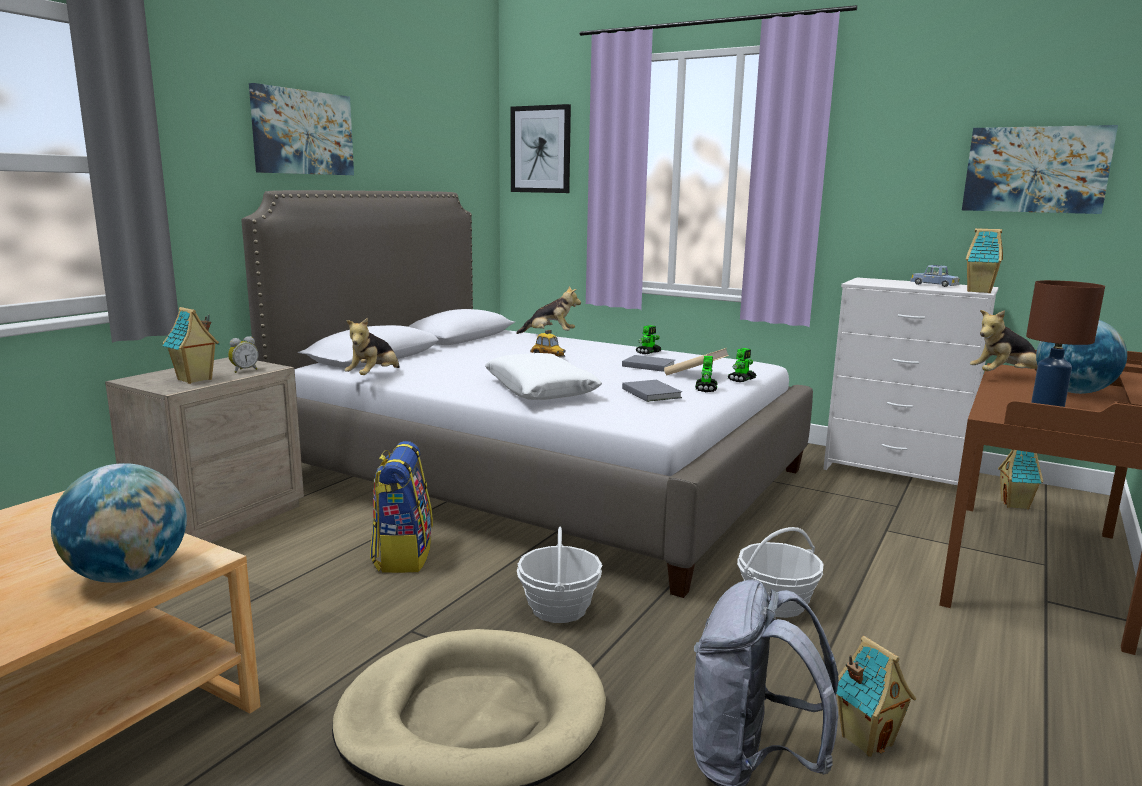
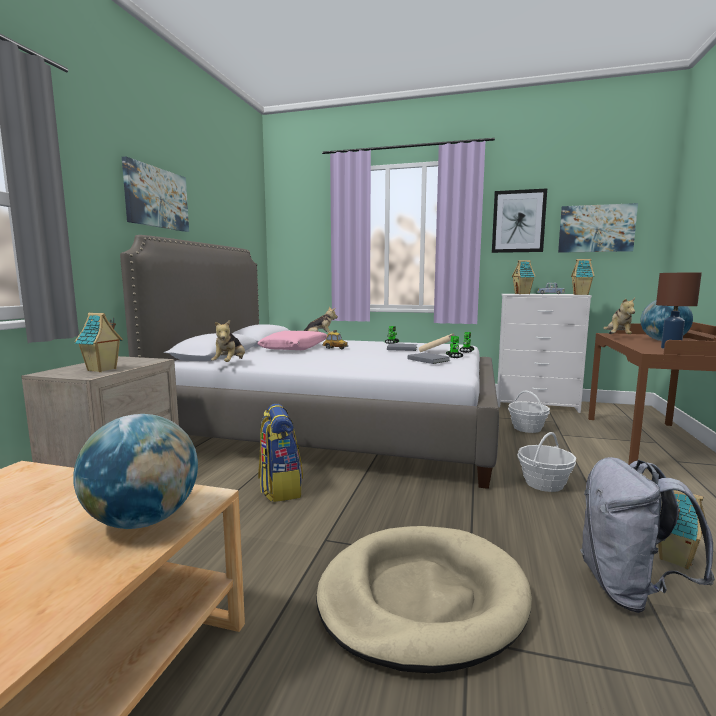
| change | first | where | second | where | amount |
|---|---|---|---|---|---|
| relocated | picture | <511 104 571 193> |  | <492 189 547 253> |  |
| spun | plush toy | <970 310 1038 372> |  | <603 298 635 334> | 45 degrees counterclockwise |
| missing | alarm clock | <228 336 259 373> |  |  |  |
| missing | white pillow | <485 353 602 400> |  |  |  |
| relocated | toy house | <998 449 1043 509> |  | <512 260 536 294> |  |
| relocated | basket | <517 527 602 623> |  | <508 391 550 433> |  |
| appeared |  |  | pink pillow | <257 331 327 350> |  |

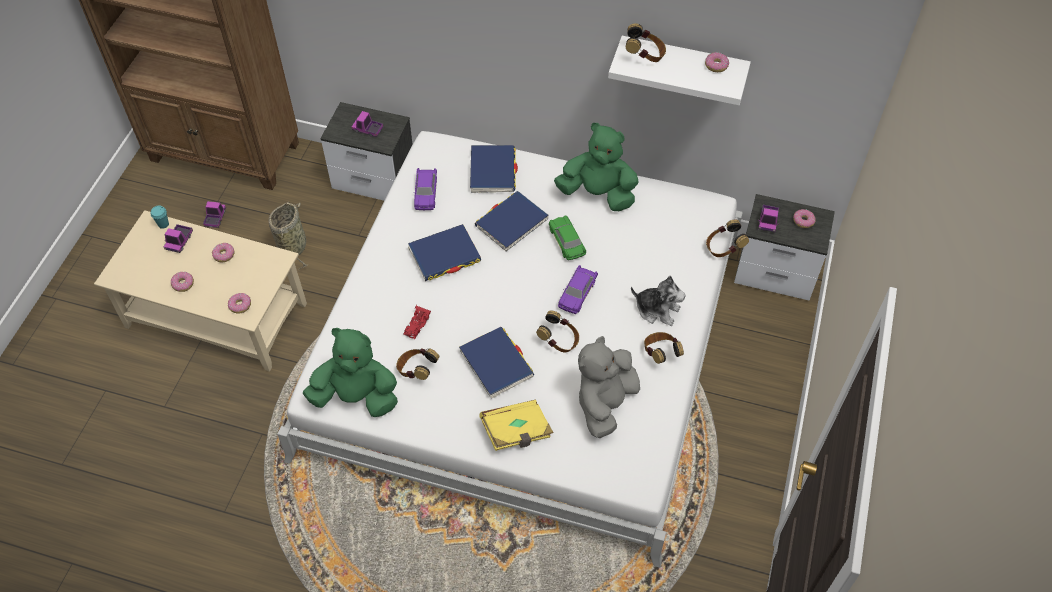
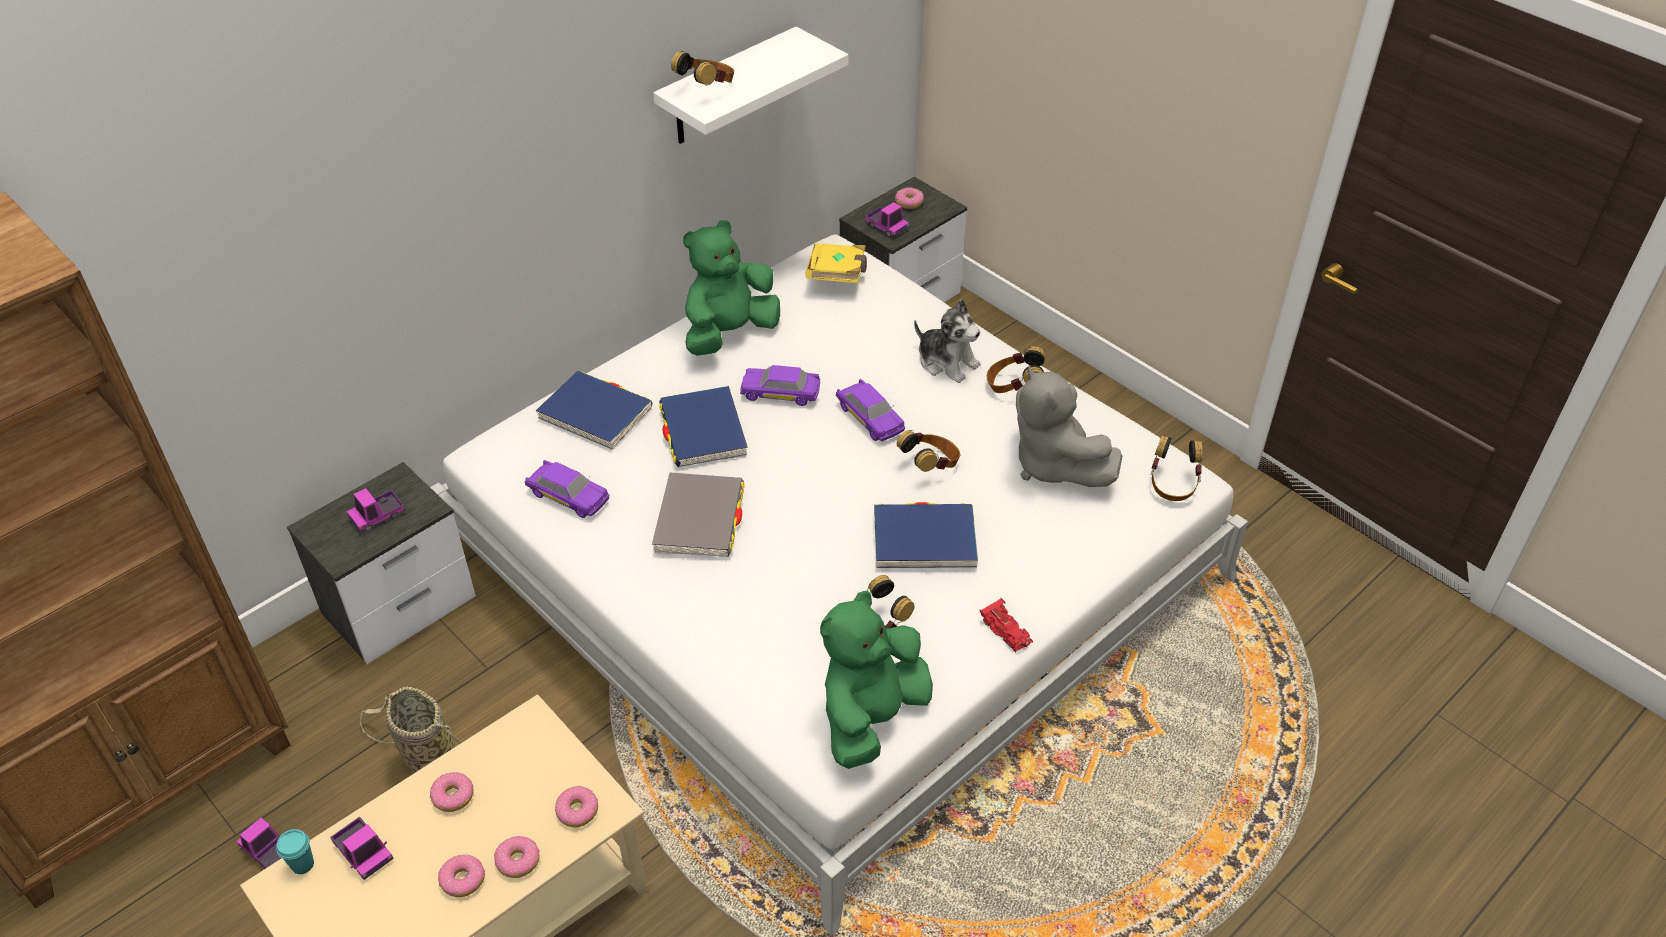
| change | first | where | second | where | amount |
|---|---|---|---|---|---|
| relocated | donut | <705 52 729 72> |  | <494 836 539 878> |  |
| colour | green toy car | <549 215 586 260> | purple toy car | <740 365 820 406> |  |
| relocated | headphones | <706 219 749 257> |  | <1151 435 1203 501> |  |
| colour | blue book | <408 224 481 281> | grey book | <652 473 745 557> |  |
| spun | plush toy | <631 276 686 326> |  | <914 299 981 383> | 75 degrees clockwise |
| relocated | red toy car | <403 305 431 339> |  | <980 598 1033 653> |  |
| relocated | yellow book | <479 400 554 451> |  | <805 243 867 283> |  |

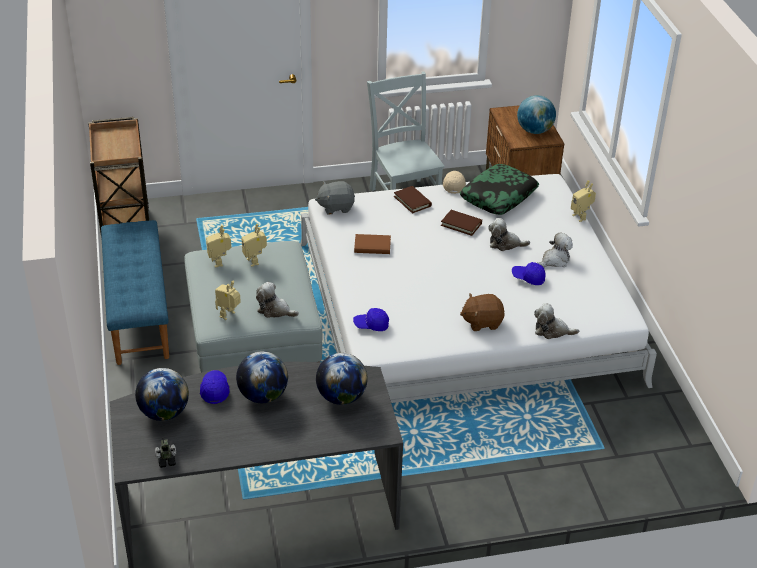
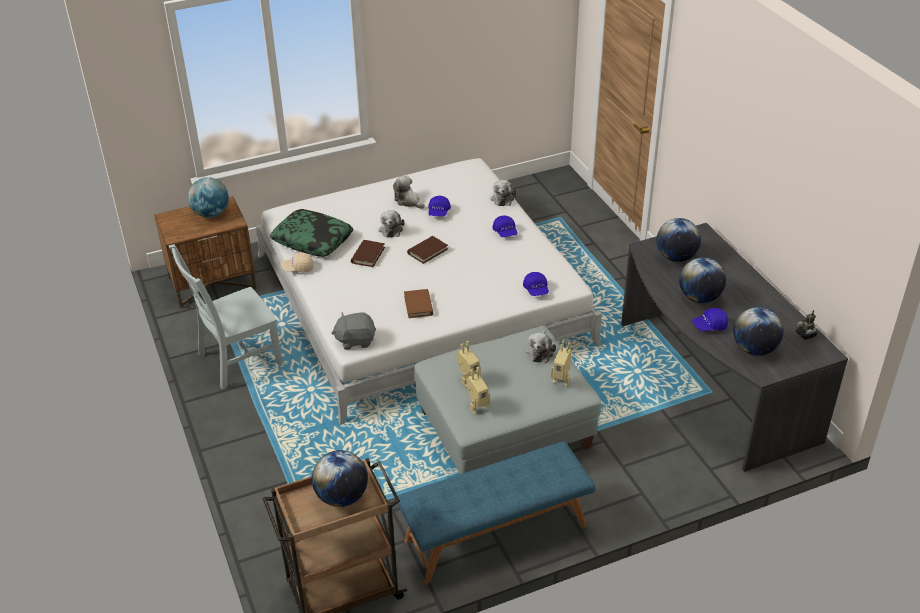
| change | first | where | second | where | amount |
|---|---|---|---|---|---|
| missing | toy robot | <571 180 596 222> |  |  |  |
| spun | grey plush toy | <315 181 355 215> |  | <331 313 376 350> | 105 degrees clockwise |
| relocated | brown book | <394 186 432 214> |  | <407 236 448 264> |  |
| exchanged | brown plush toy | <460 293 504 331> | blue cap | <493 216 518 237> |  |
| appeared |  |  | globe | <312 450 368 507> |  |

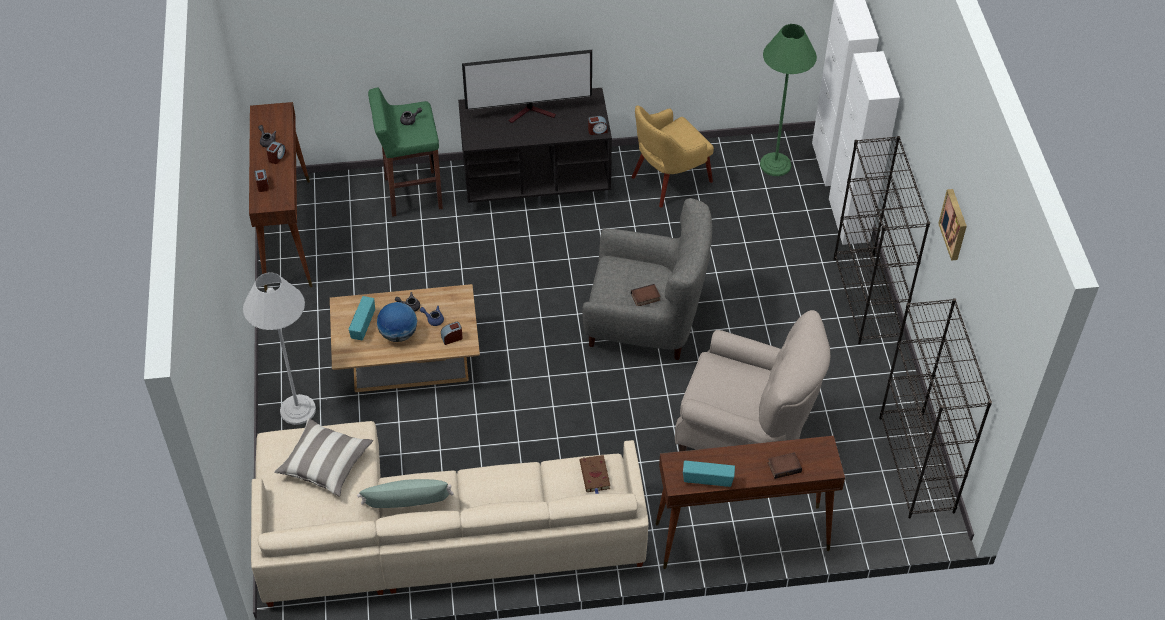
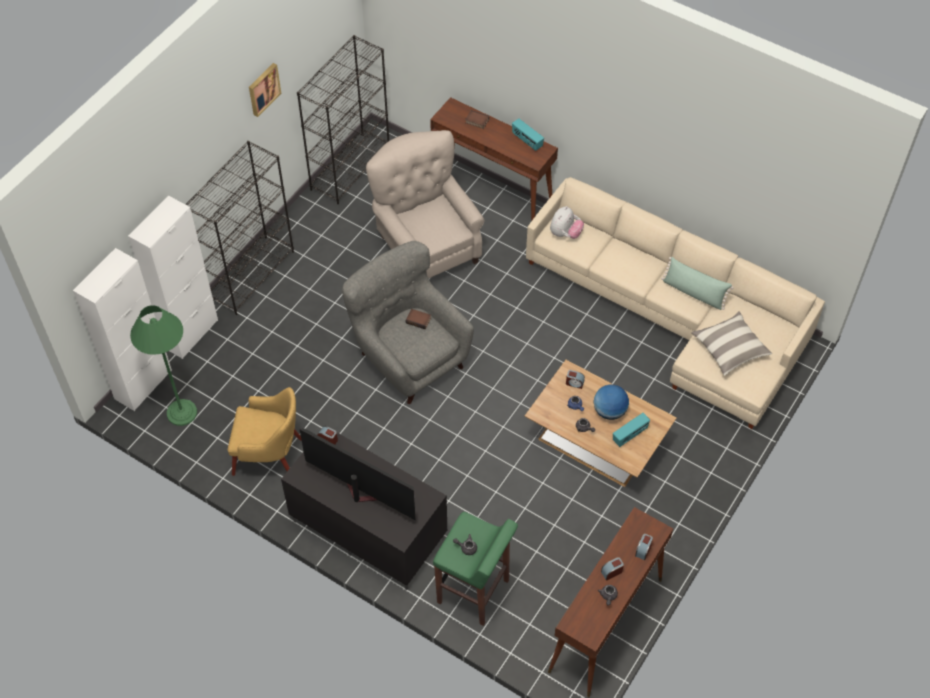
| change | first | where | second | where | amount |
|---|---|---|---|---|---|
| missing | white floor lamp | <243 272 316 425> |  |  |  |
| exchanged | brown book | <580 455 610 494> | plush toy | <550 206 584 239> |  |

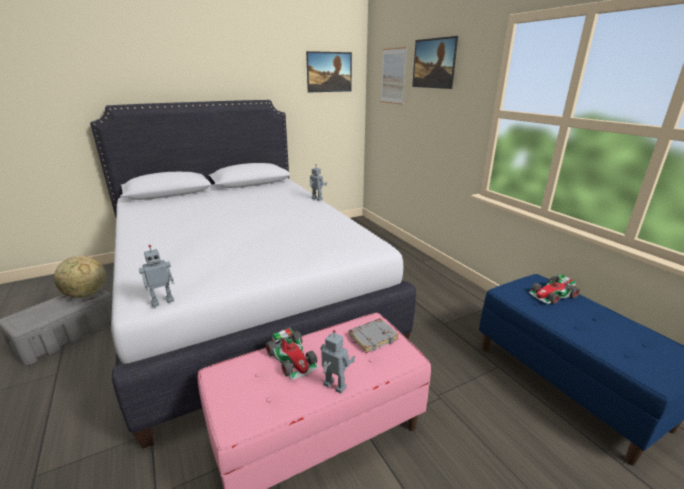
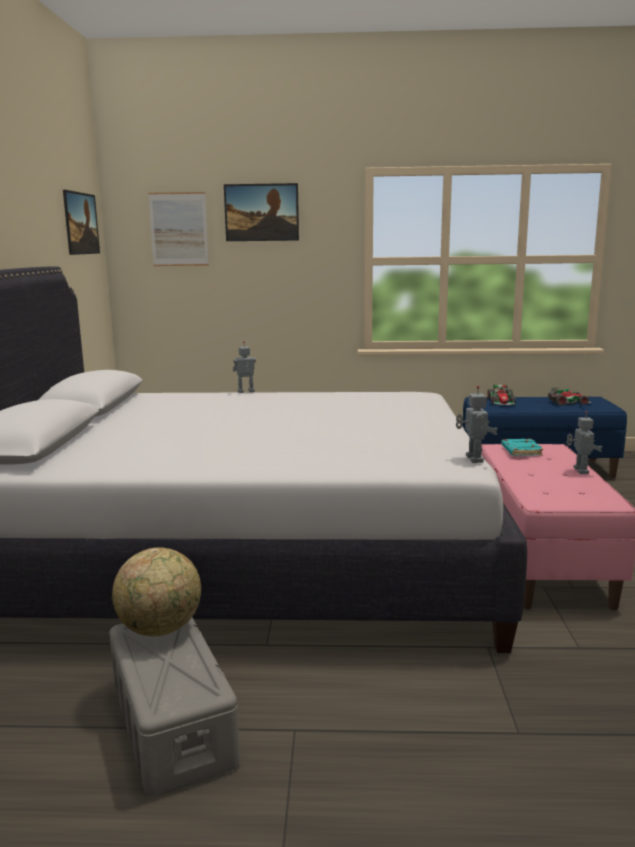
| change | first | where | second | where | amount |
|---|---|---|---|---|---|
| colour | grey book | <349 318 399 353> | turquoise book | <501 439 543 456> |  |
| relocated | toy car | <265 327 319 380> |  | <548 388 592 406> |  |
| spun | toy robot | <320 330 355 394> |  | <567 411 602 474> | 120 degrees clockwise |

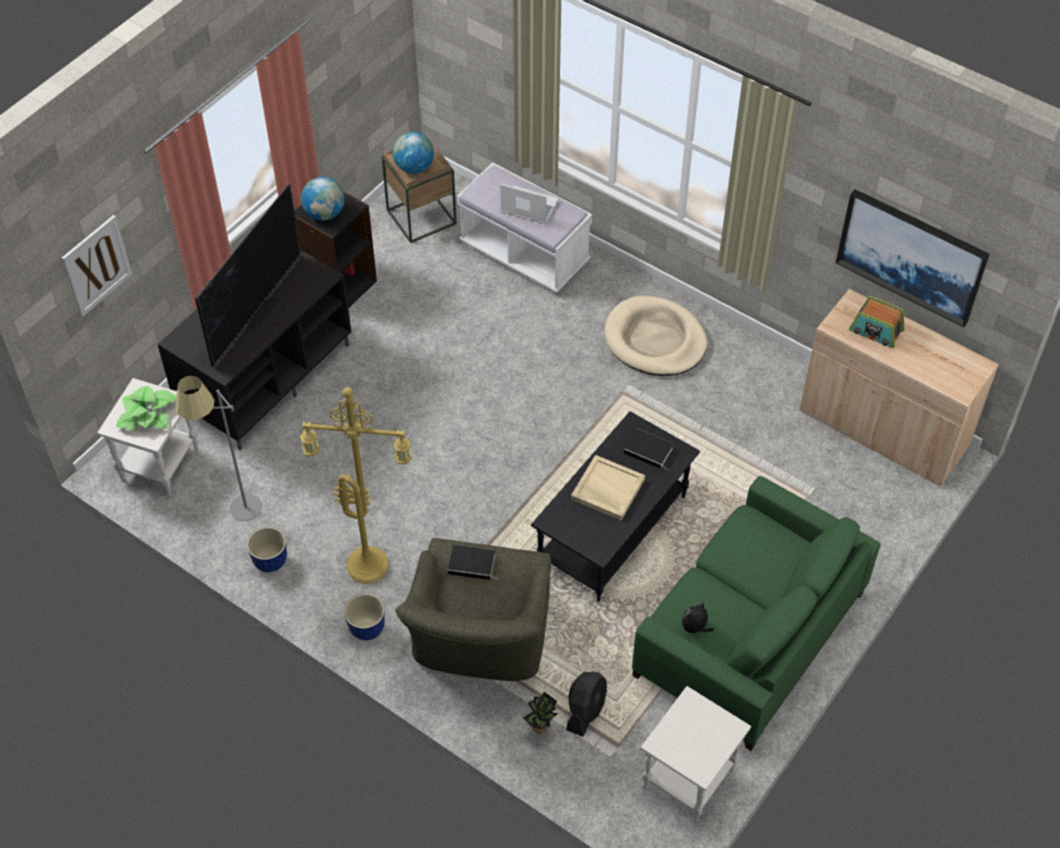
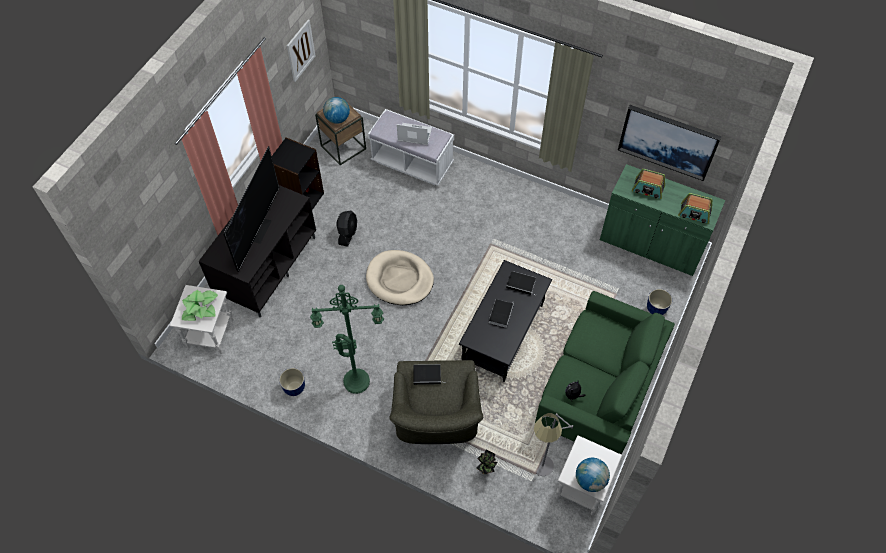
| change | first | where | second | where | amount |
|---|---|---|---|---|---|
| relocated | globe | <301 177 345 221> |  | <576 458 610 492> |  |
| relocated | picture | <62 215 132 317> |  | <287 19 316 82> |  |
| colour | beige cabinet | <799 289 999 487> | green cabinet | <600 164 725 276> |  |
| relocated | beige dog bed | <604 296 707 376> |  | <366 250 434 305> |  |
| relocated | grey floor lamp | <175 376 262 521> |  | <534 413 573 476> |  |
| colour | yellow floor lamp | <300 387 412 584> | green floor lamp | <310 285 384 394> |  |
| exchanged | beige tray | <571 455 645 520> | book | <489 299 514 328> |  |
| relocated | planter | <344 594 385 640> |  | <647 289 672 315> |  |
| relocated | black fan | <566 672 607 737> |  | <336 210 357 247> |  |
| appeared |  |  | radio | <678 193 712 224> |  |

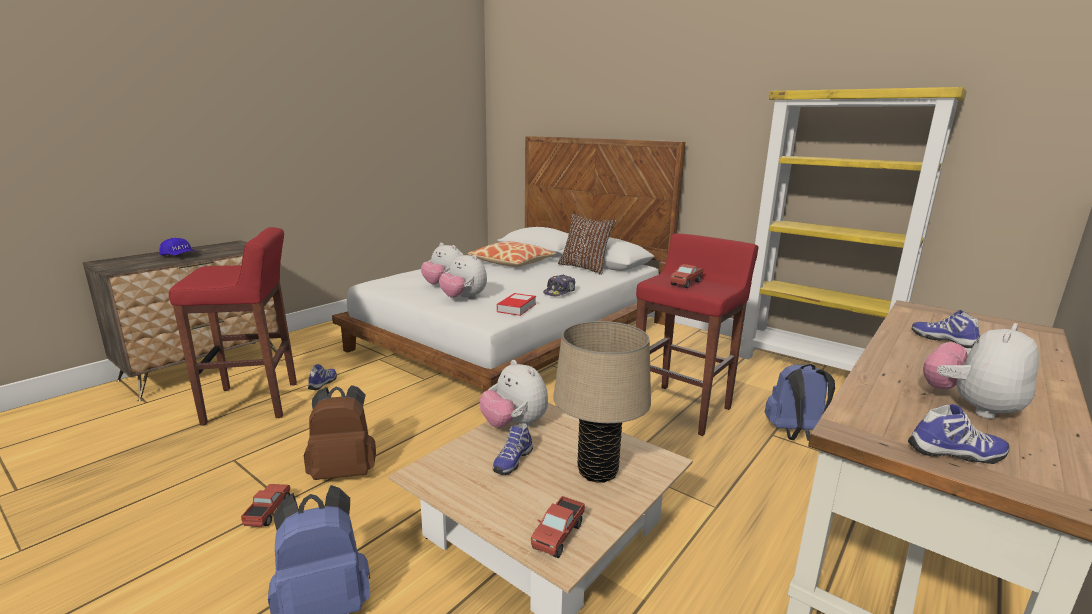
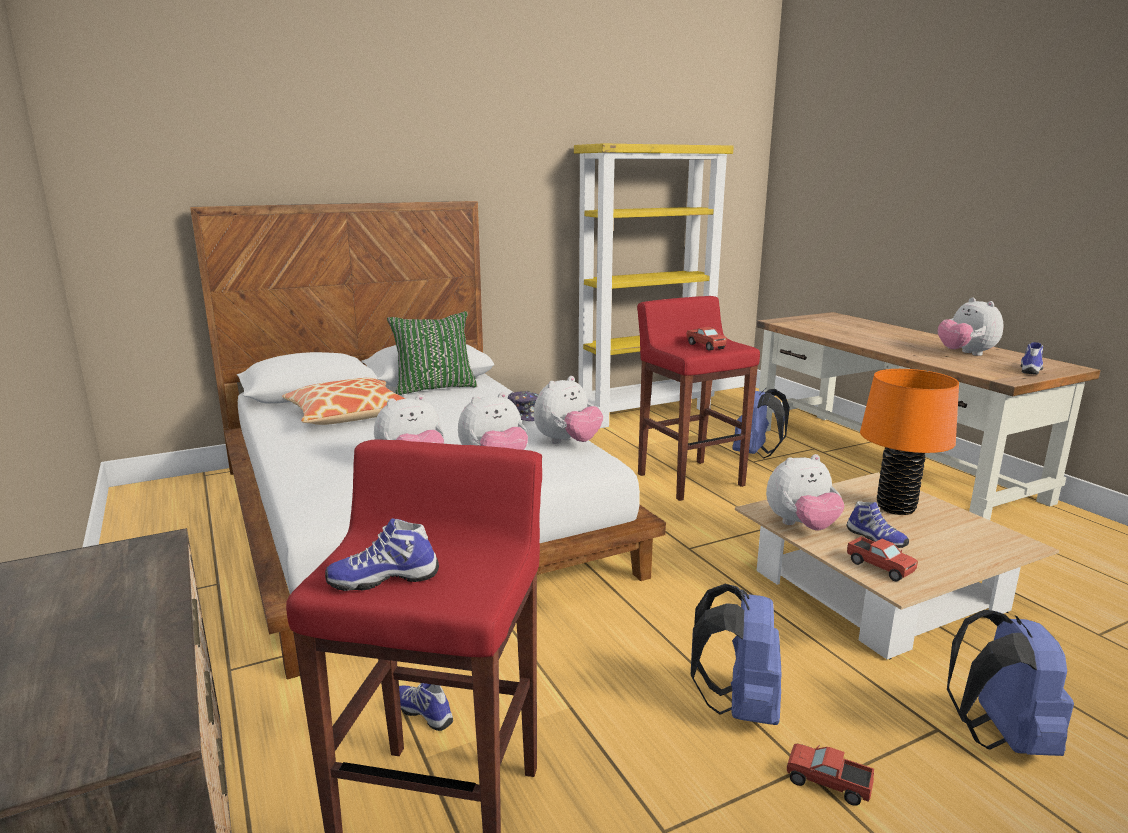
| change | first | where | second | where | amount |
|---|---|---|---|---|---|
| colour | brown pillow | <558 214 616 275> | green pillow | <387 311 478 395> |  |
| missing | blue cap | <160 238 195 255> |  |  |  |
| exchanged | book | <497 293 536 316> | plush toy | <534 376 603 444> |  |
| relocated | shoe | <912 310 979 348> |  | <325 518 439 591> |  |
| colour | beige table lamp | <553 321 651 483> | orange table lamp | <860 369 959 515> |  |
| colour | brown backpack | <303 386 376 480> | blue backpack | <691 584 781 725> |  |
| relocated | toy truck | <531 496 585 558> |  | <847 536 918 581> |  |

